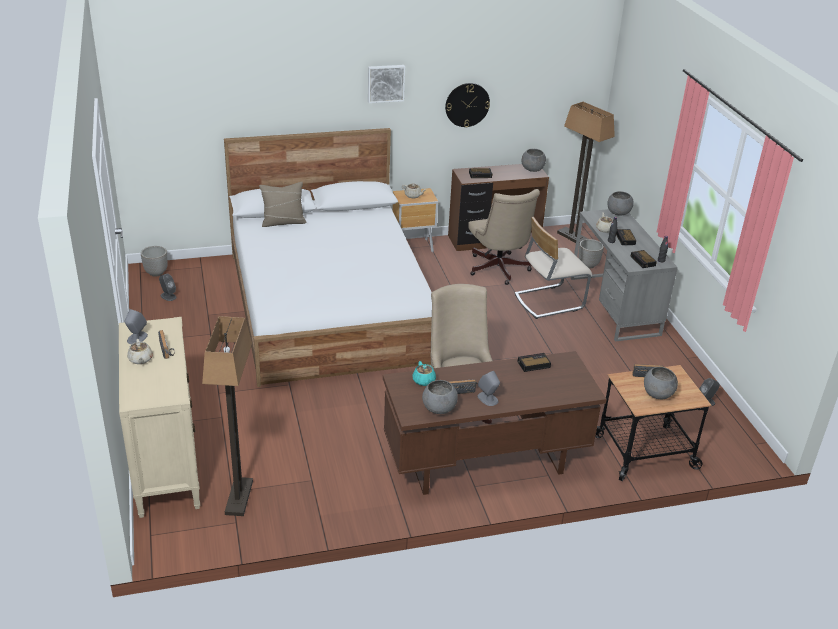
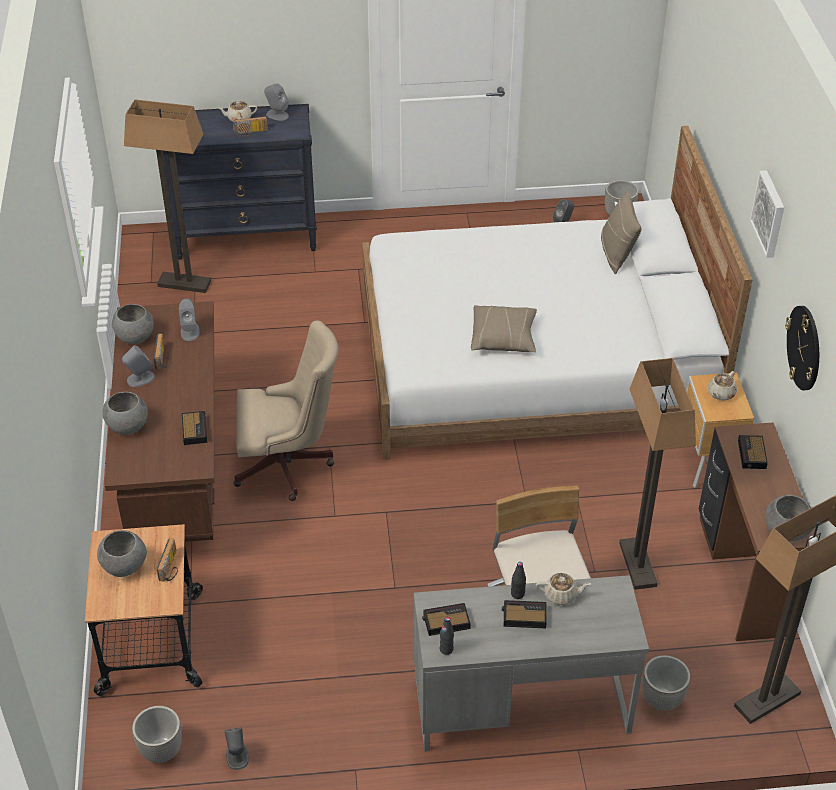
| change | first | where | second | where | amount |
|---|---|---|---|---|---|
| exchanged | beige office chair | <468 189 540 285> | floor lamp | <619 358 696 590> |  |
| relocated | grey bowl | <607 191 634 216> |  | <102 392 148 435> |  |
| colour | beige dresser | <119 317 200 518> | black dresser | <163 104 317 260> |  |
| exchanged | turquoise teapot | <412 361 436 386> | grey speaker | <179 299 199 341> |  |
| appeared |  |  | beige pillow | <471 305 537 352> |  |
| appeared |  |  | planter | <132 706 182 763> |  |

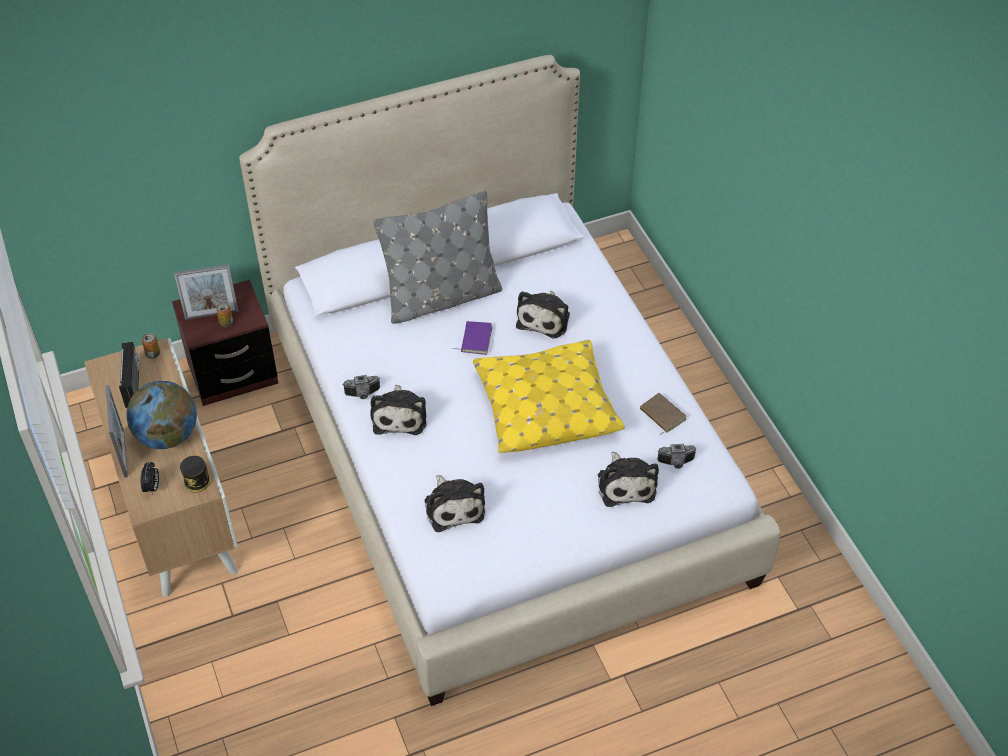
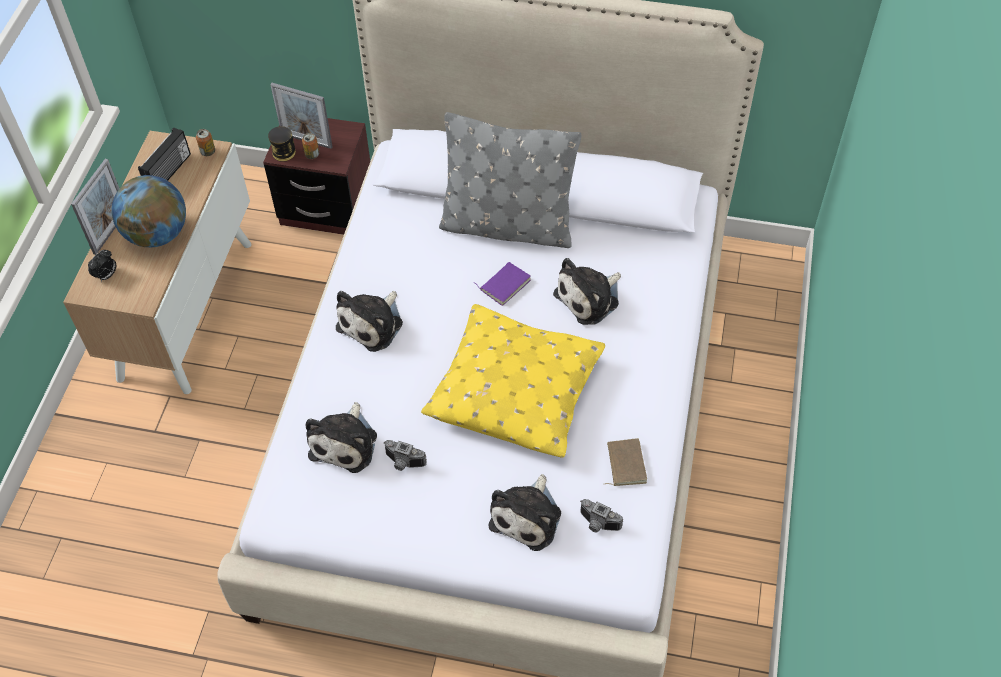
| change | first | where | second | where | amount |
|---|---|---|---|---|---|
| relocated | photo camera | <343 375 380 399> |  | <384 440 427 471> |  |
| relocated | can | <180 456 210 493> |  | <268 126 296 162> |  |

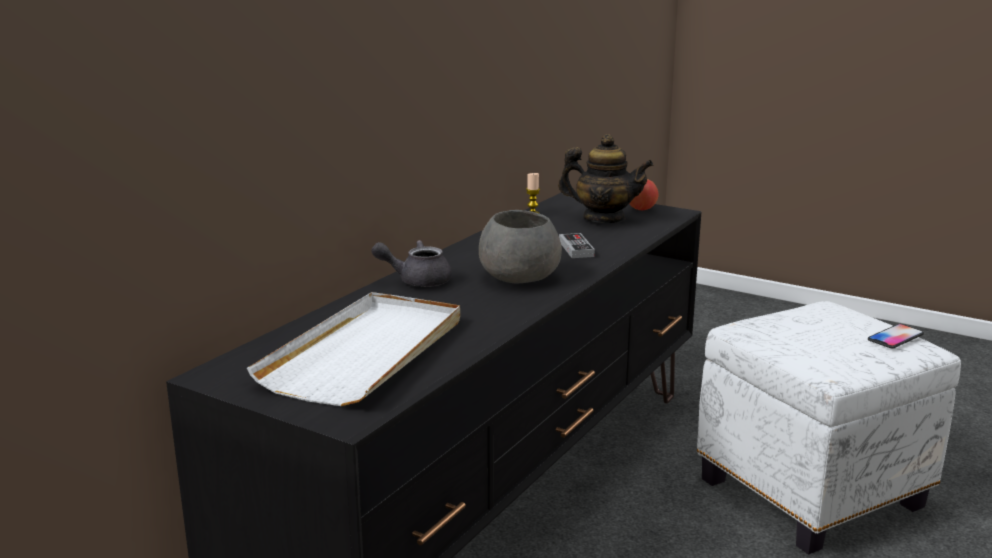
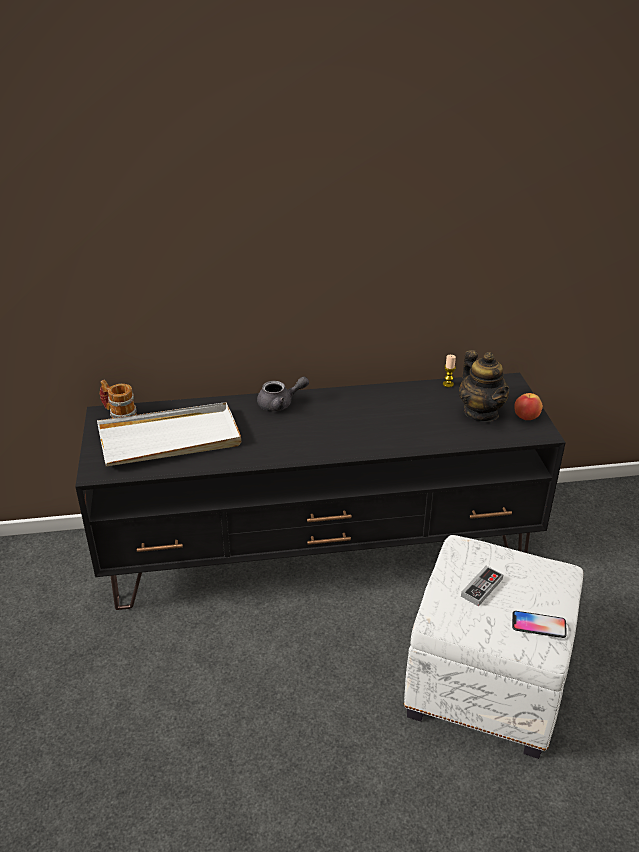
| change | first | where | second | where | amount |
|---|---|---|---|---|---|
| missing | grey bowl | <479 210 562 283> |  |  |  |
| relocated | game controller | <559 233 595 258> |  | <461 566 503 606> |  |
| spun | grey teapot | <371 240 452 287> |  | <257 377 309 411> | 120 degrees clockwise |
| appeared |  |  | mug | <100 380 137 418> |  |

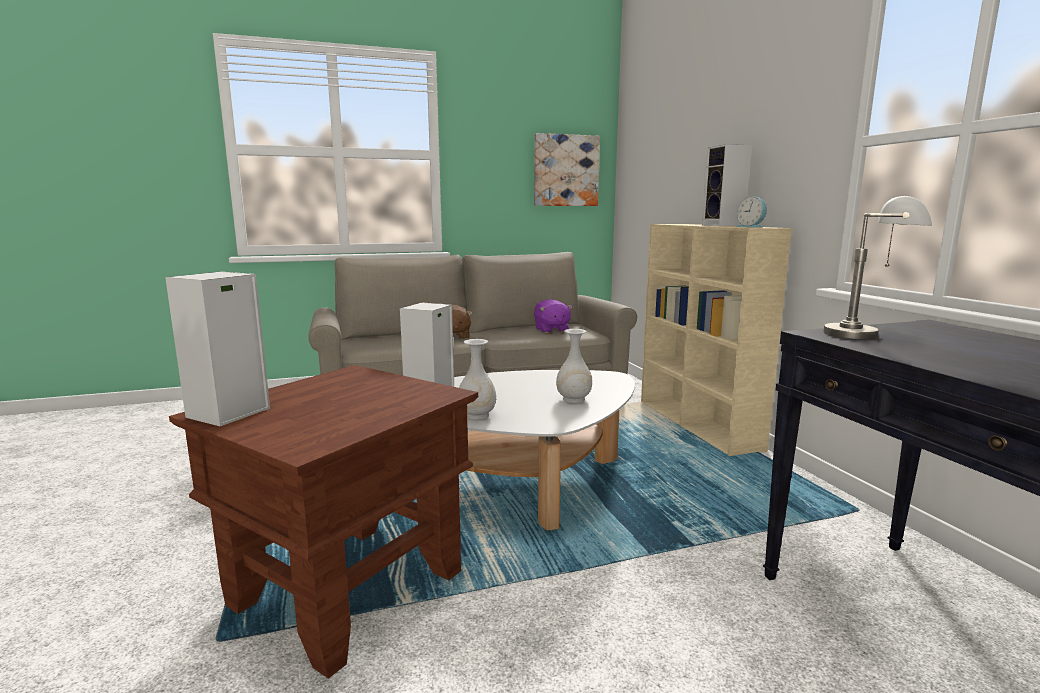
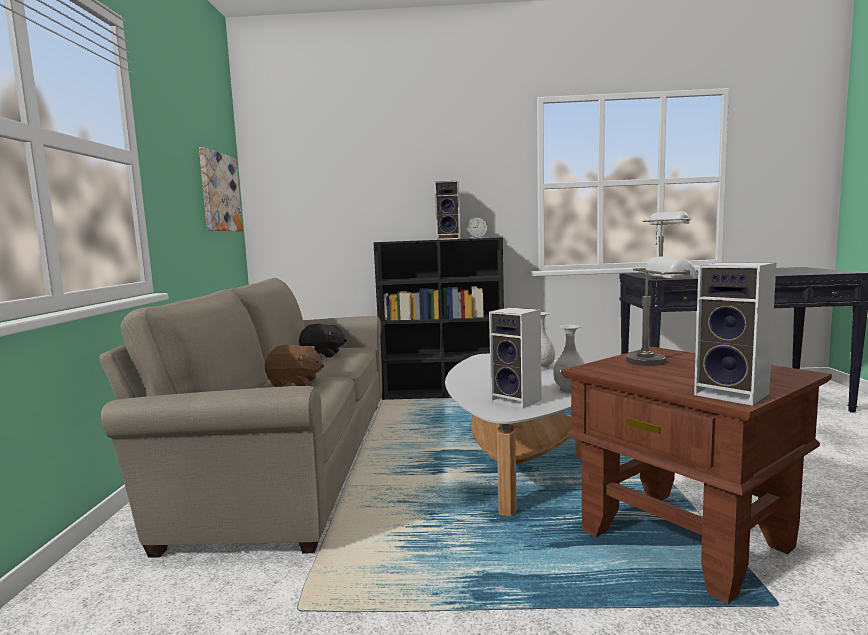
| change | first | where | second | where | amount |
|---|---|---|---|---|---|
| colour | beige bookcase | <641 224 792 456> | black bookcase | <373 238 504 400> |  |
| colour | purple plush toy | <534 299 573 333> | black plush toy | <299 324 347 357> |  |
| appeared |  |  | grey table lamp | <626 256 698 366> |  |

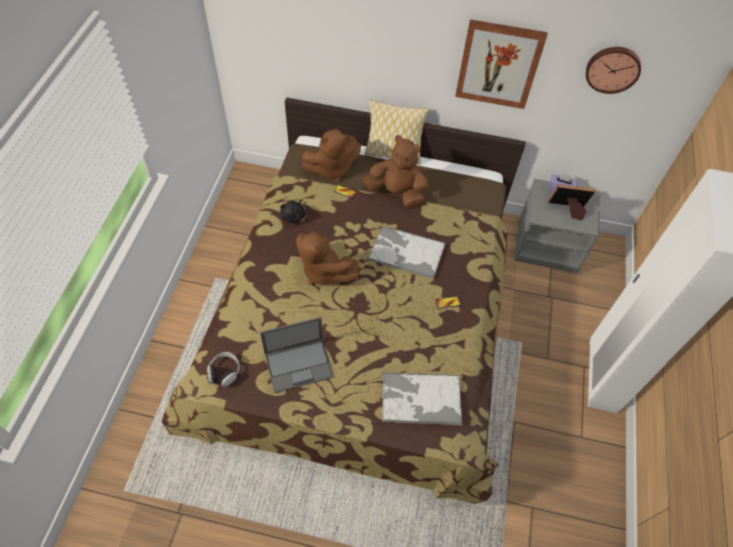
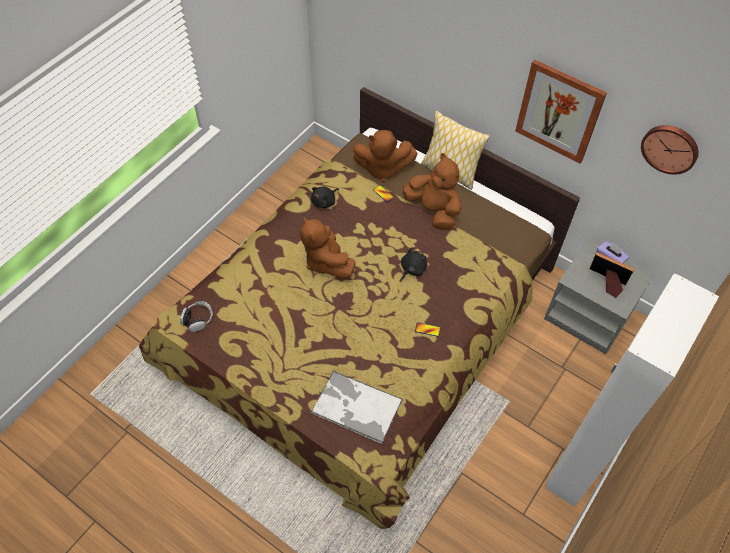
| change | first | where | second | where | amount |
|---|---|---|---|---|---|
| exchanged | tray | <368 225 446 279> | black plush toy | <400 247 427 282> |  |
| missing | laptop | <260 317 334 393> |  |  |  |

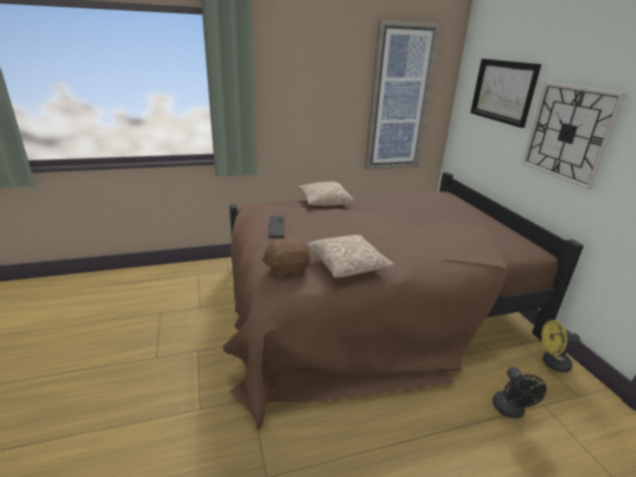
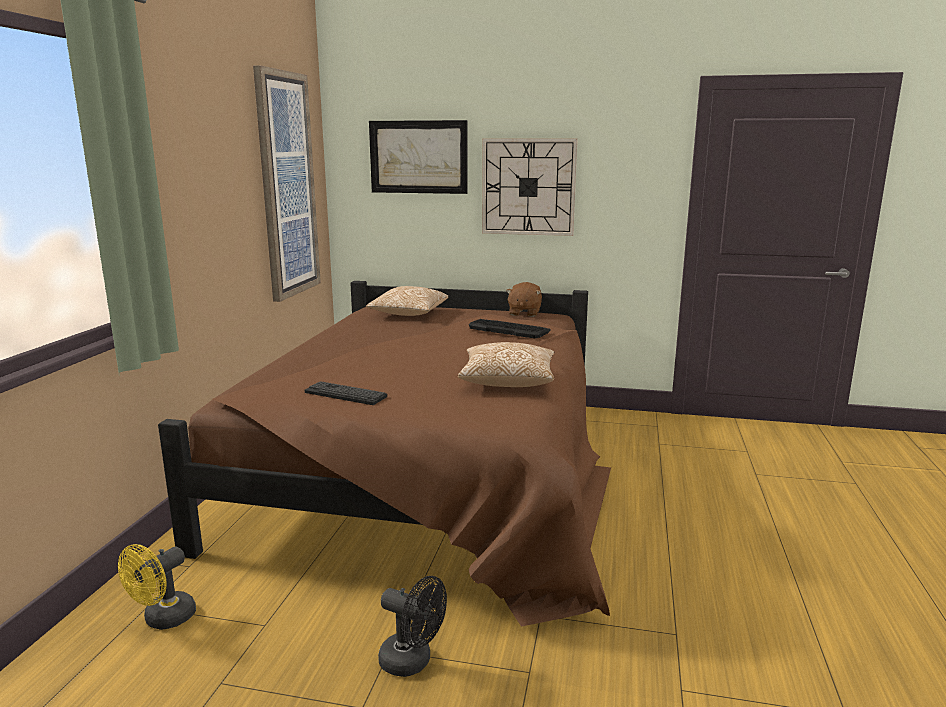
| change | first | where | second | where | amount |
|---|---|---|---|---|---|
| relocated | pillow | <298 182 355 206> |  | <366 286 448 316> |  |
| relocated | brown plush toy | <261 238 310 277> |  | <506 282 542 317> |  |
| relocated | yellow fan | <542 320 580 372> |  | <118 544 196 630> |  |
| relocated | black fan | <493 367 547 418> |  | <378 576 447 677> |  |
| appeared |  |  | keyboard | <469 319 551 338> |  |

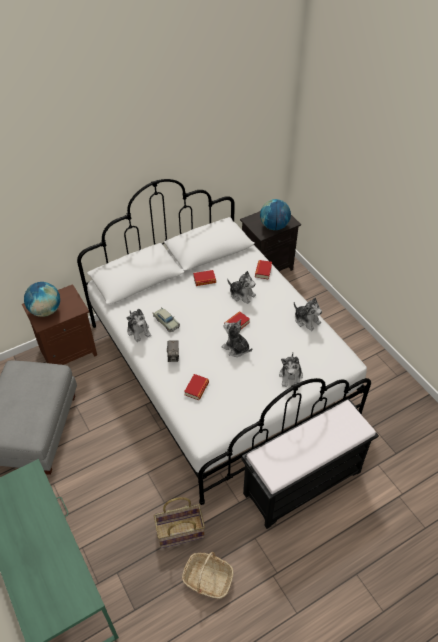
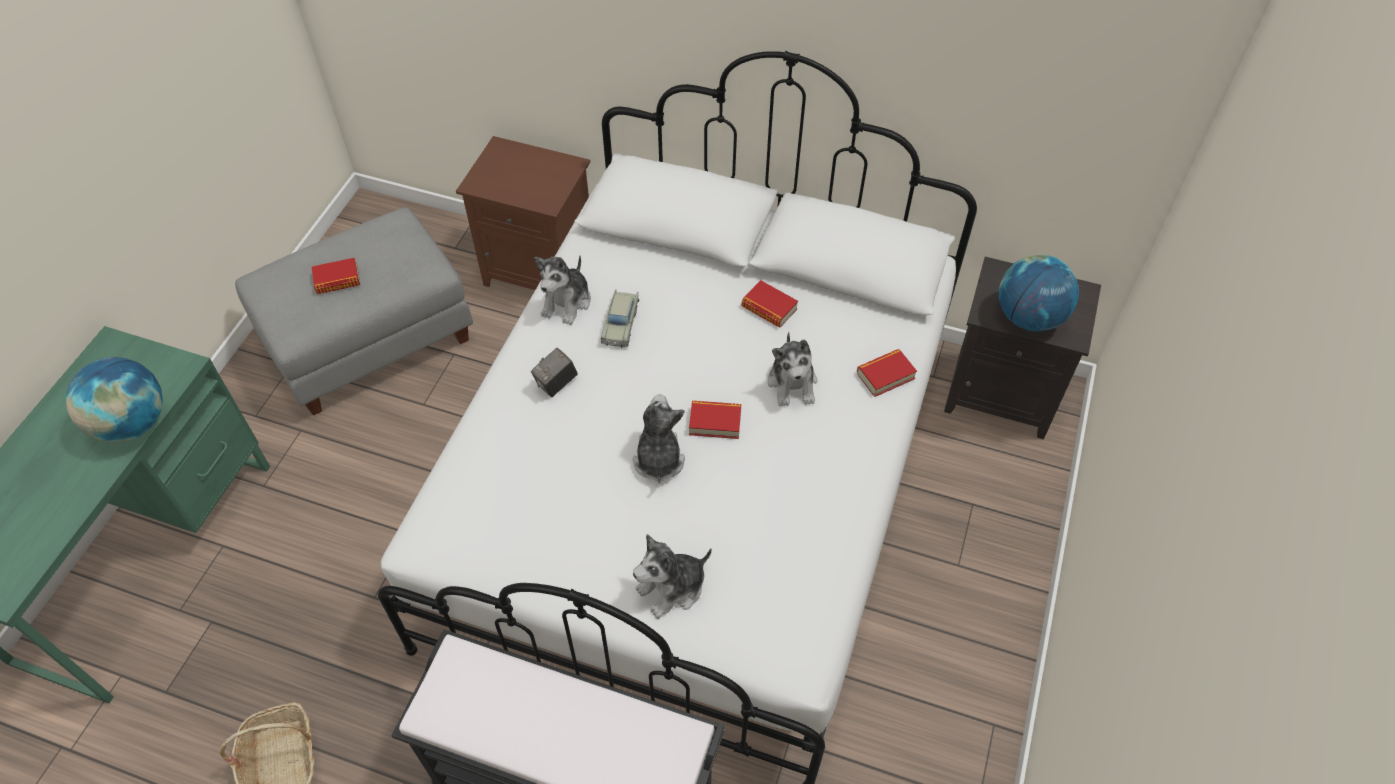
| change | first | where | second | where | amount |
|---|---|---|---|---|---|
| relocated | globe | <24 282 60 317> |  | <66 357 163 443> |  |
| missing | plush toy | <294 297 322 331> |  |  |  |
| relocated | book | <184 374 209 400> |  | <312 258 360 294> |  |
| missing | basket | <154 497 205 548> |  |  |  |

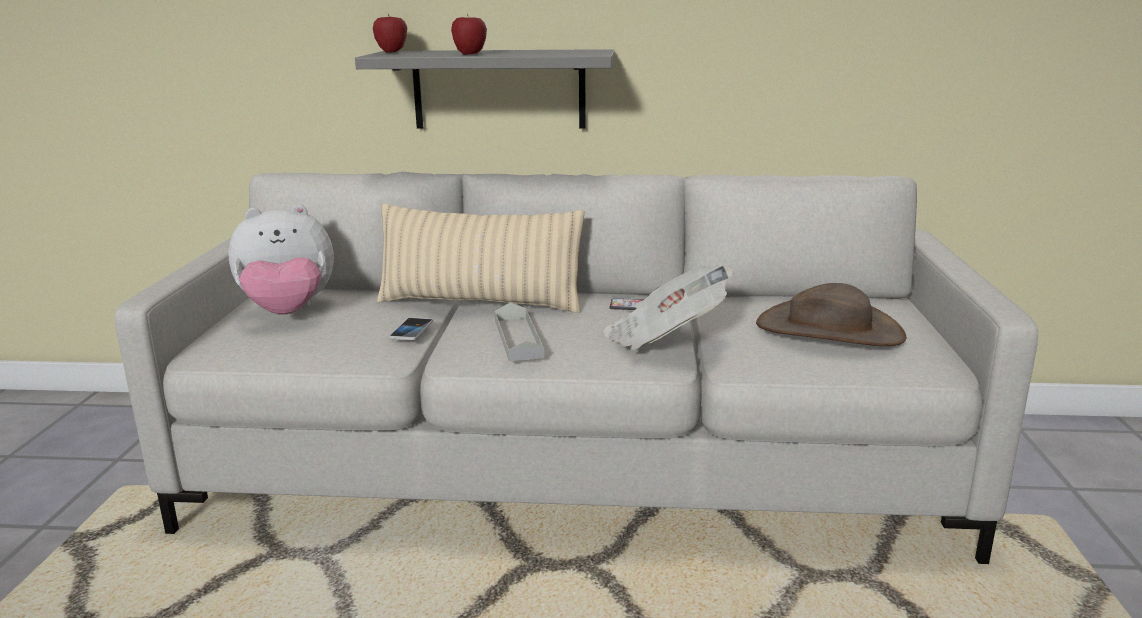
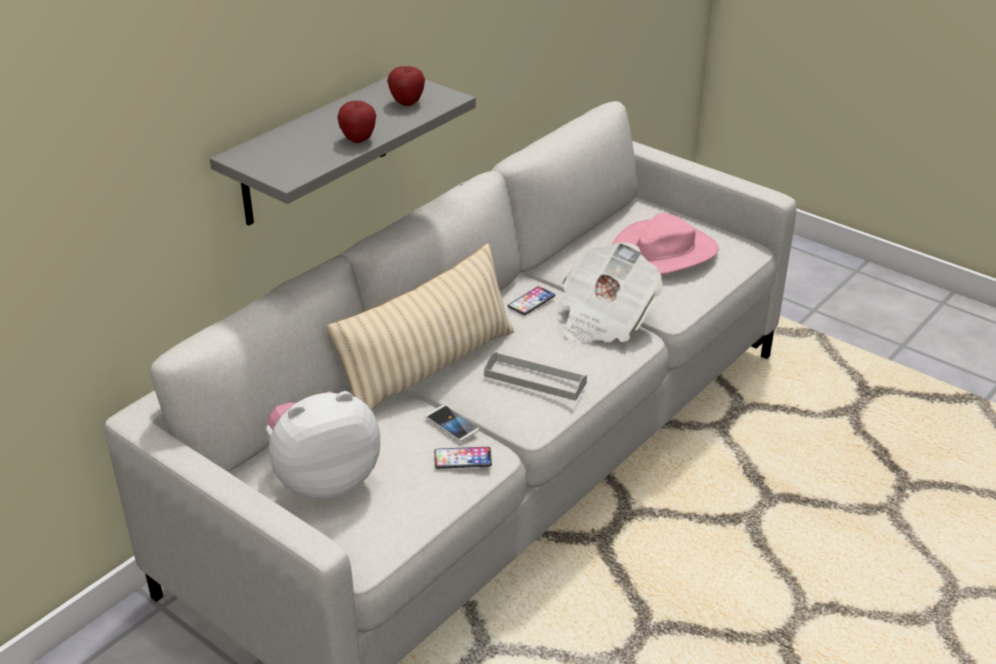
| change | first | where | second | where | amount |
|---|---|---|---|---|---|
| relocated | apple | <373 14 407 53> |  | <387 66 425 106> |  |
| spun | plush toy | <228 204 334 315> |  | <266 391 380 500> | 135 degrees counterclockwise |
| colour | brown hat | <756 283 906 346> | pink hat | <613 213 719 275> |  |
| appeared |  |  | phone | <434 447 492 469> |  |

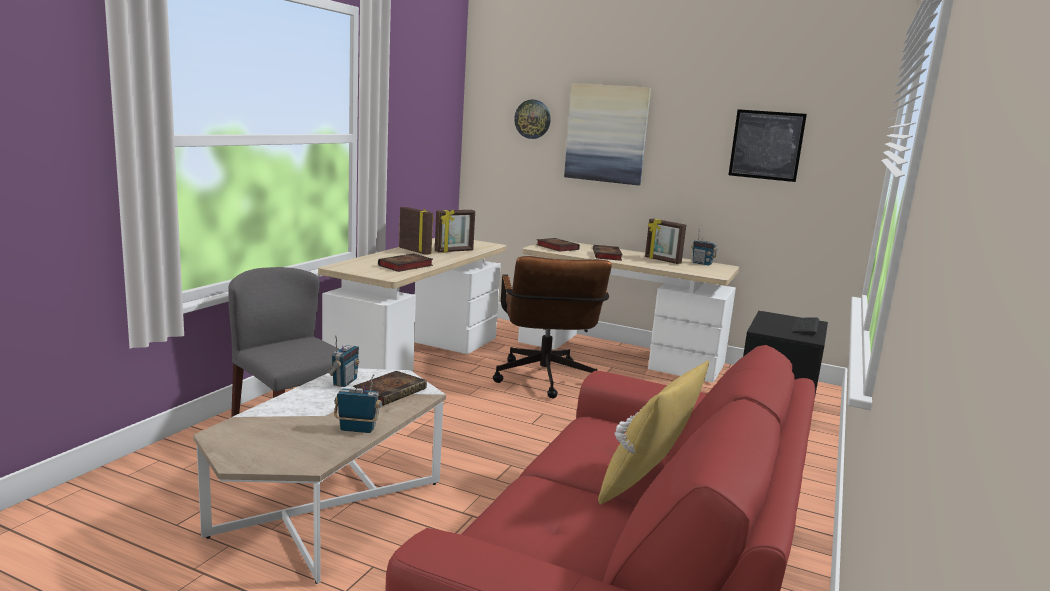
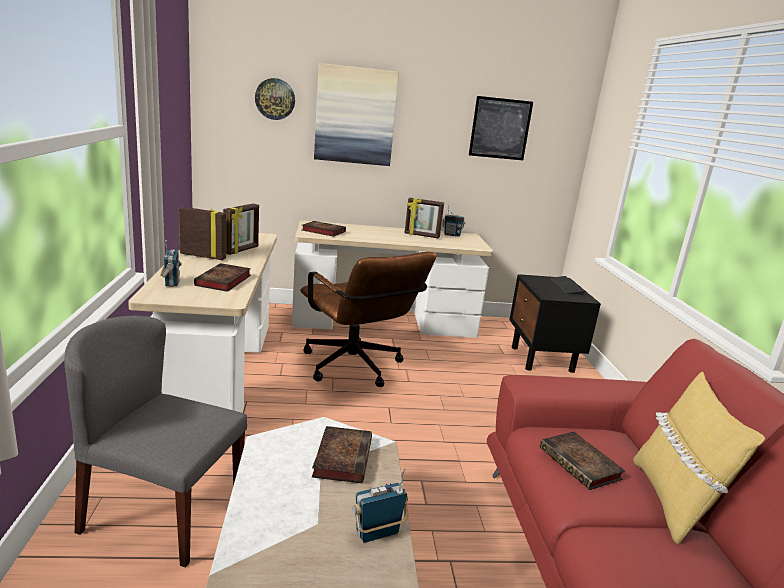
| change | first | where | second | where | amount |
|---|---|---|---|---|---|
| relocated | book | <593 245 623 261> |  | <540 432 625 490> |  |
| relocated | radio | <328 335 359 387> |  | <160 240 182 287> |  |

